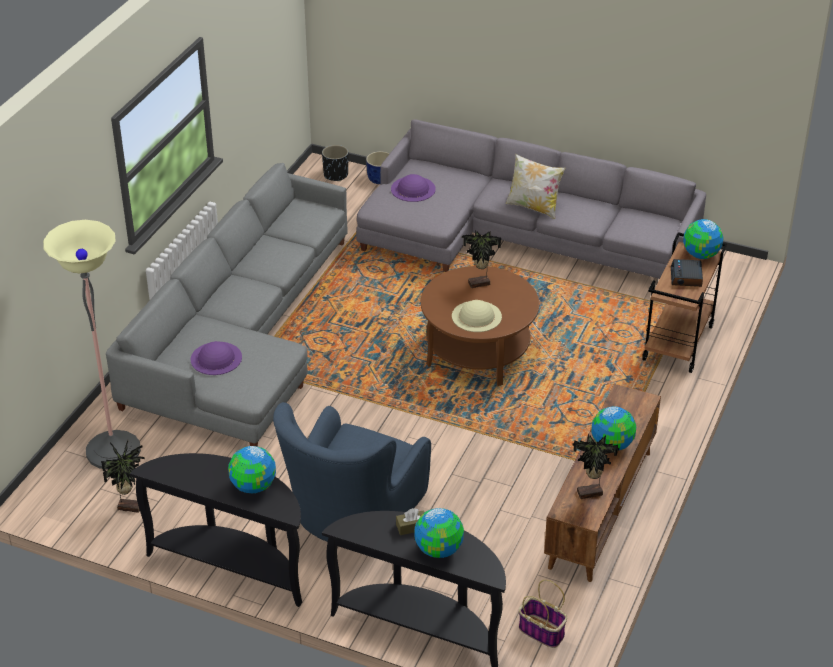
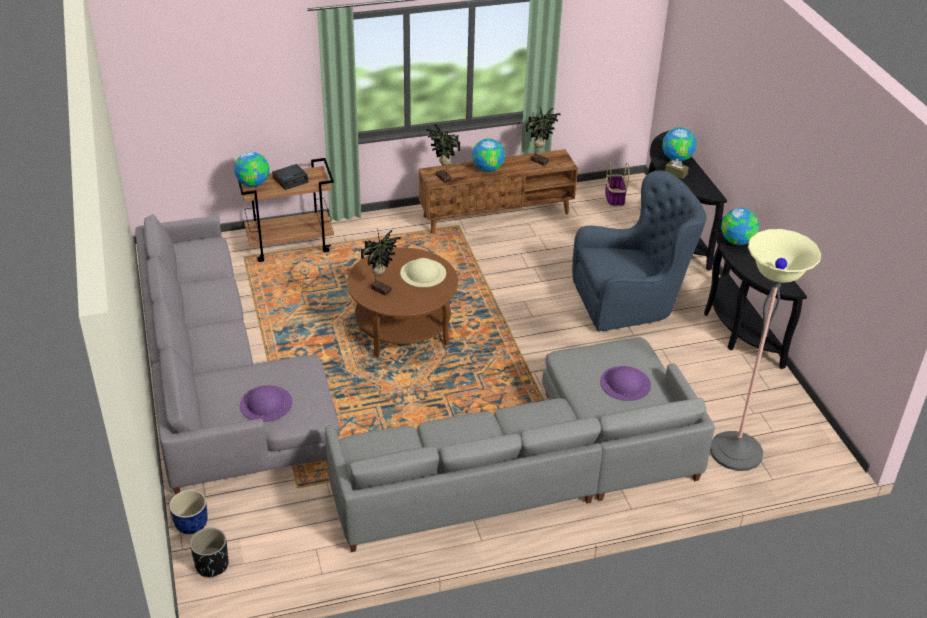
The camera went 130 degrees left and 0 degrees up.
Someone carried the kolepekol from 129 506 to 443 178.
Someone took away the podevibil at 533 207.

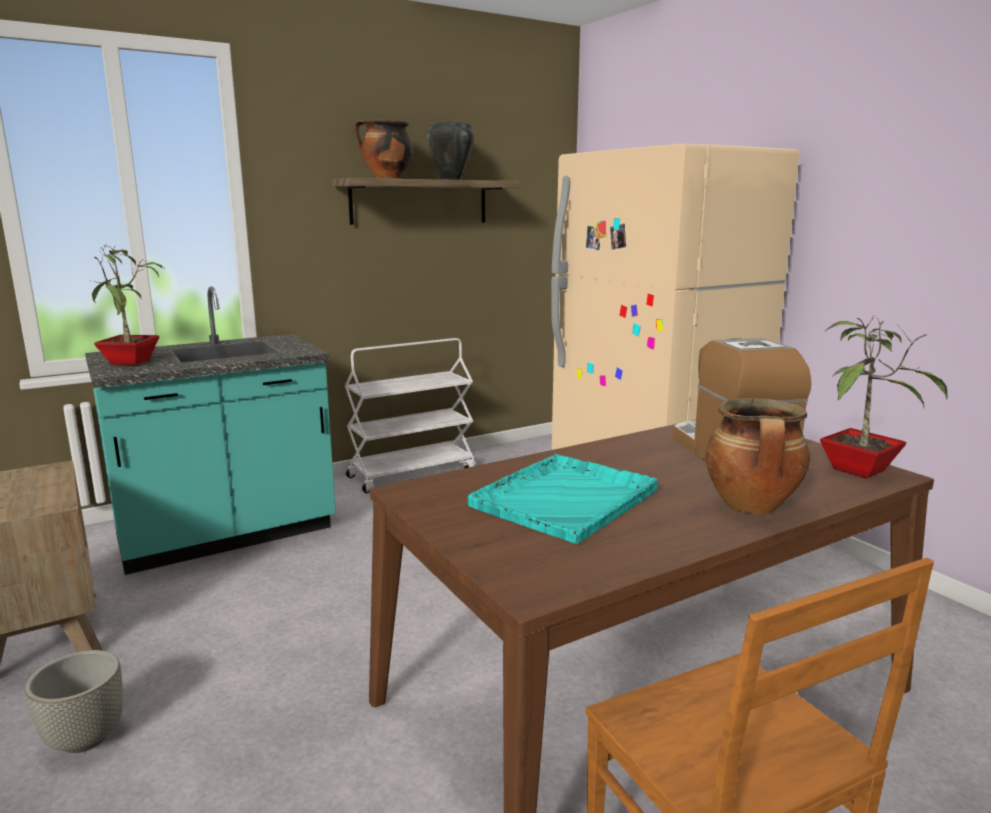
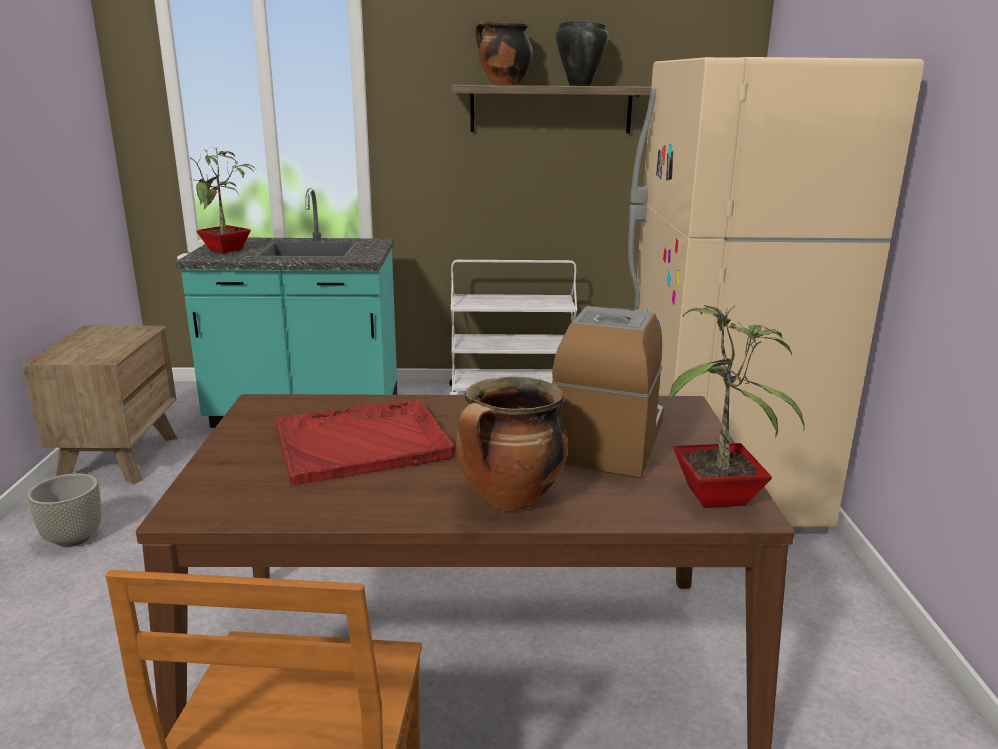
The camera went 30 degrees right and 5 degrees up.
Someone repainted the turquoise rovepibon at 566 498, which became the red rovepibon at 364 443.

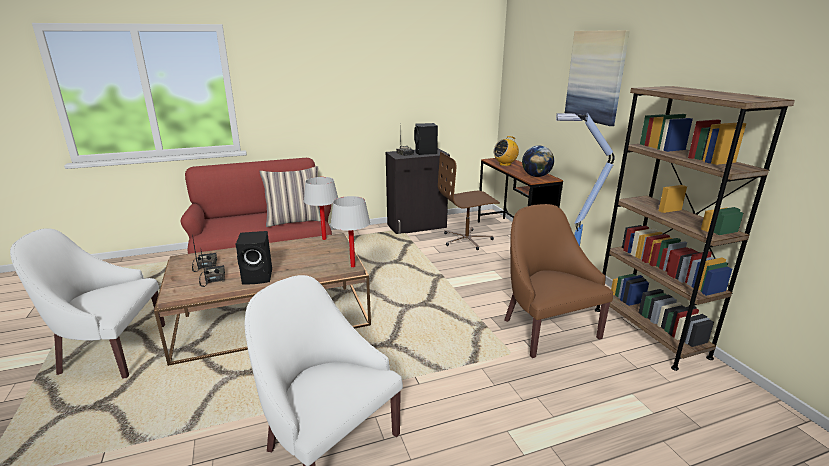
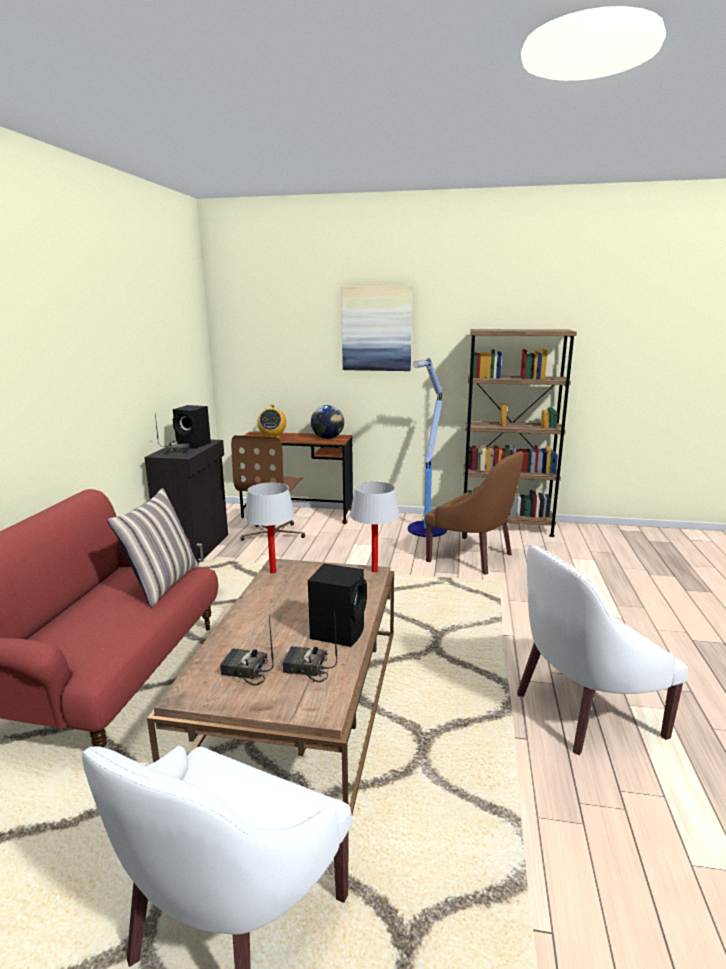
The camera went 60 degrees left and 5 degrees down.
Someone rotated the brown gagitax at 546 329 by 150 degrees counterclockwise.

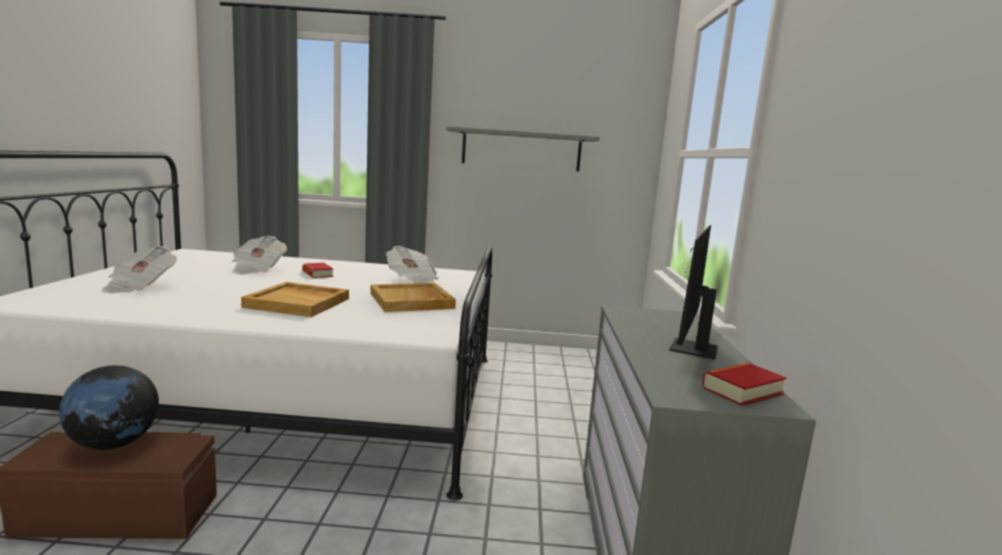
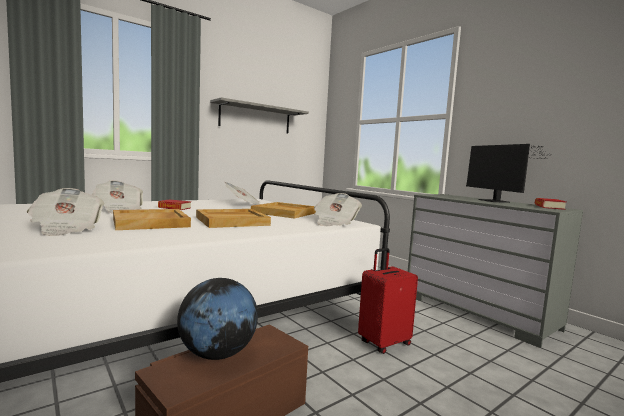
The camera went 40 degrees left and 5 degrees down.
Someone put down the beige rovepibon at 151 222.
Someone put down the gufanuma at 335 223.
Someone put down the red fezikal at 383 343.

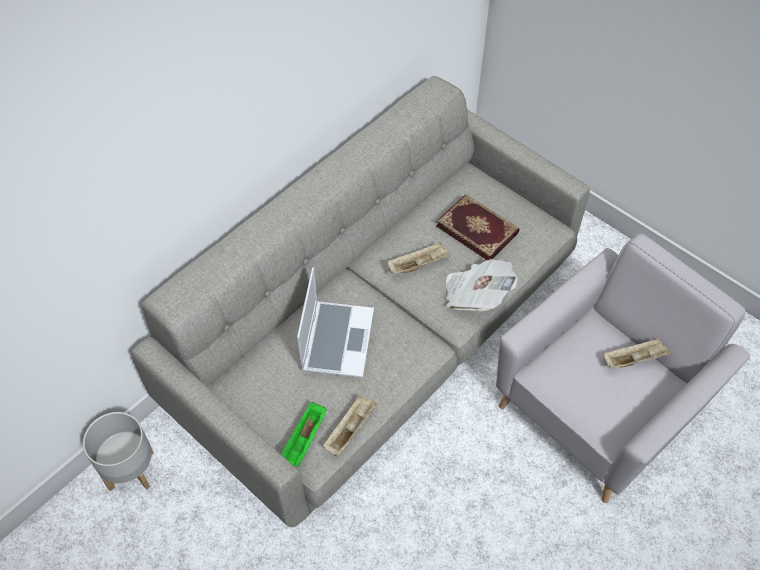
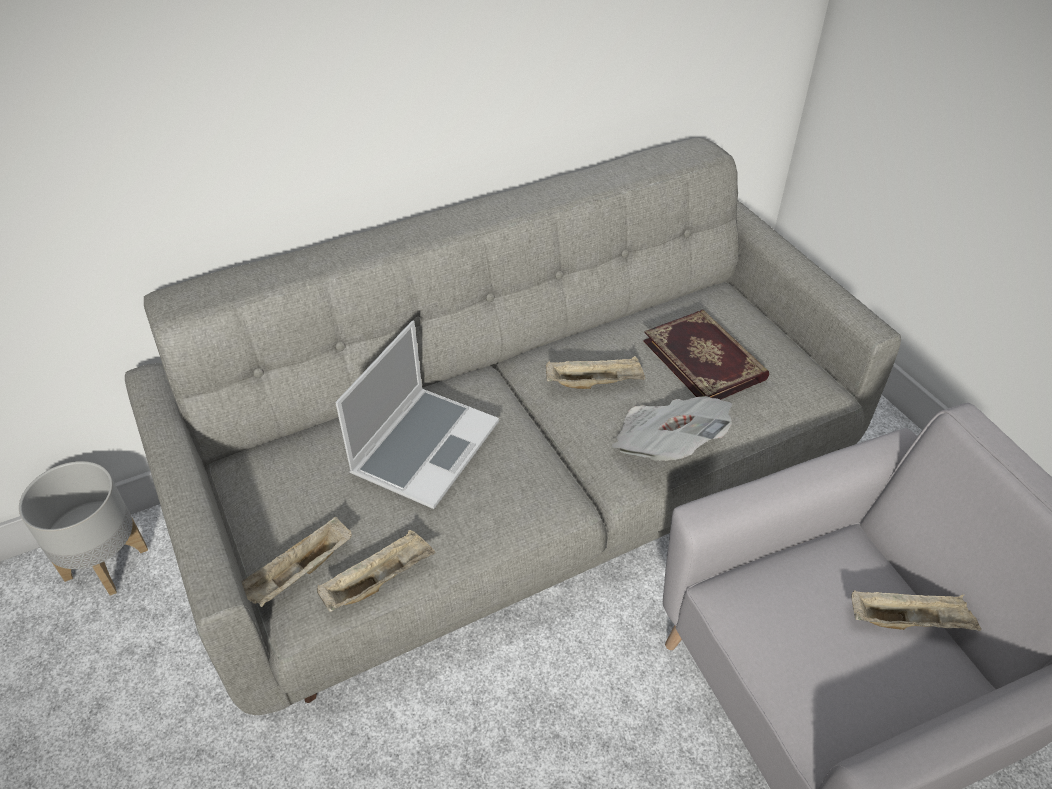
The camera went 20 degrees right and 10 degrees down.
Someone repainted the green rovepibon at 304 441, which became the beige rovepibon at 300 574.

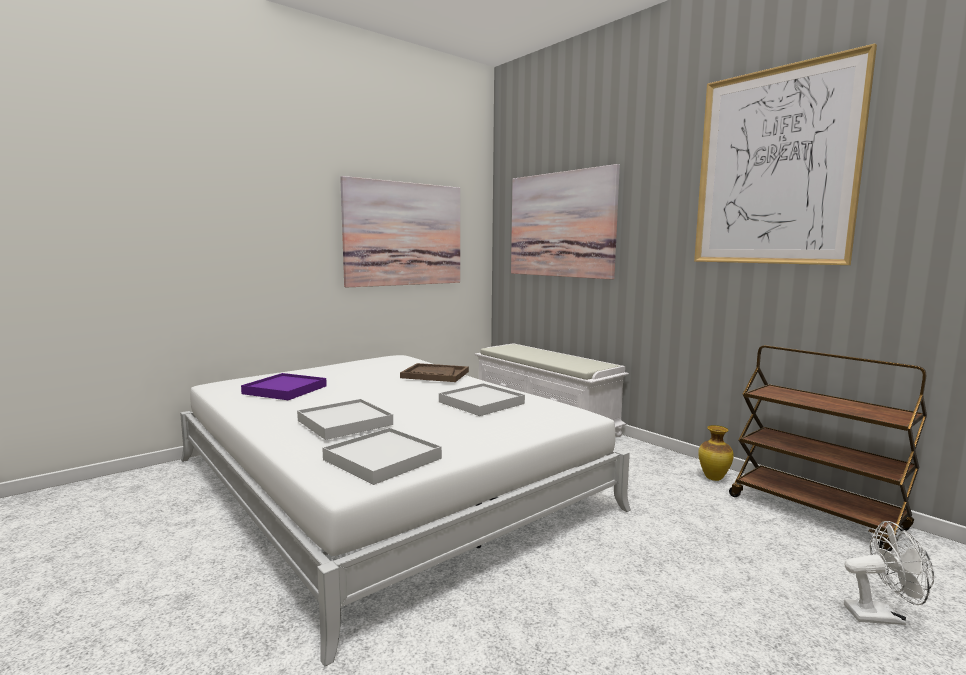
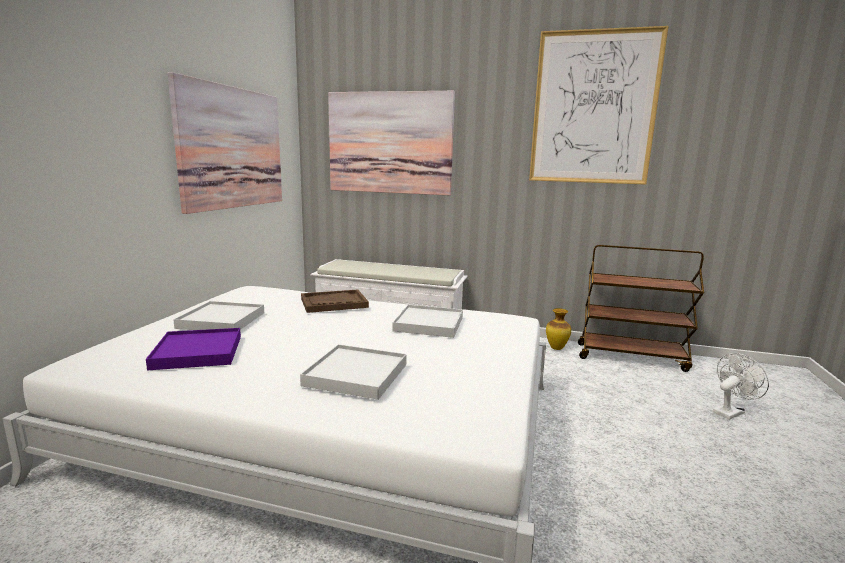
The camera went 35 degrees left and 5 degrees up.
Someone carried the white rovepibon from 382 459 to 221 320.

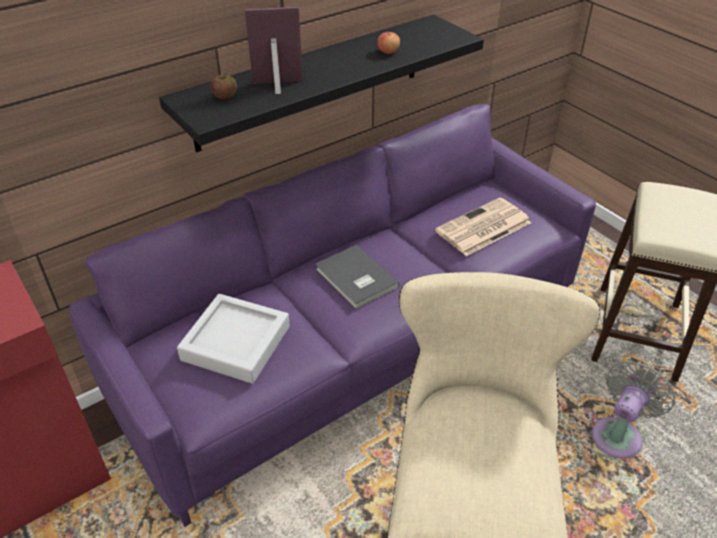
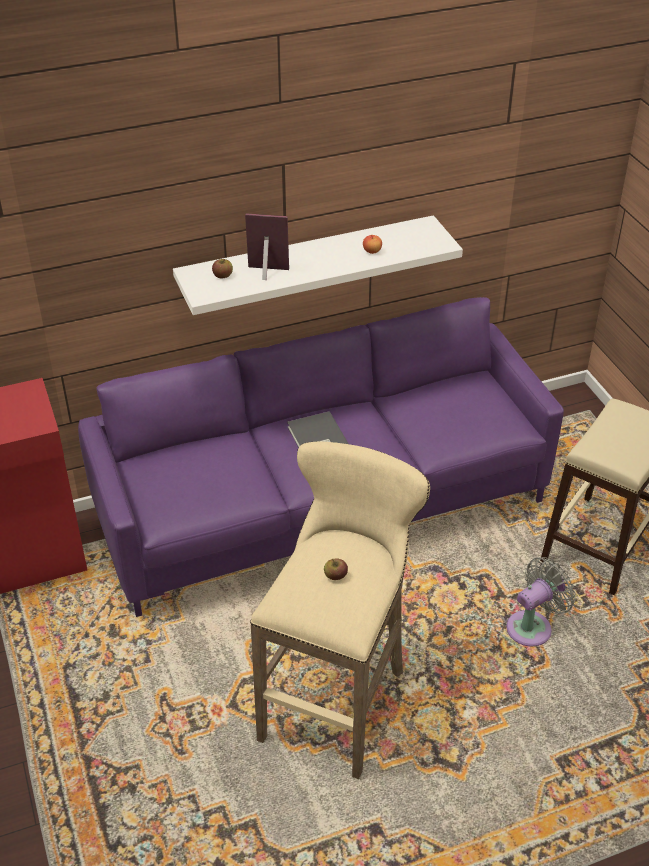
The camera went 15 degrees right and 0 degrees up.
Someone repainted the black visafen at 311 81, which became the white visafen at 307 264.
Someone took away the grey rovepibon at 236 343.
Someone took away the gufanuma at 482 228.
Someone put down the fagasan at 335 576.

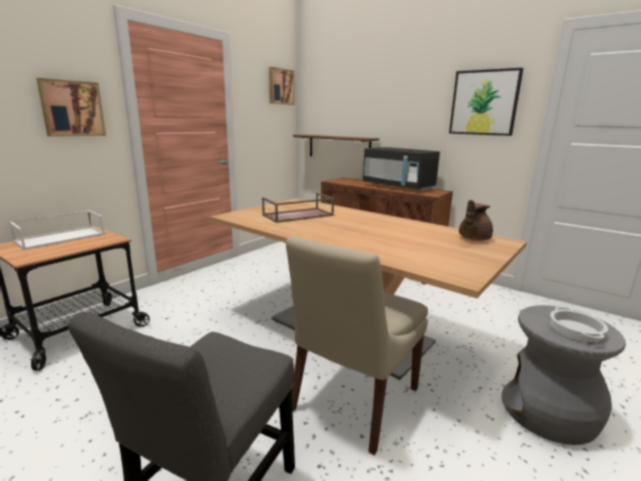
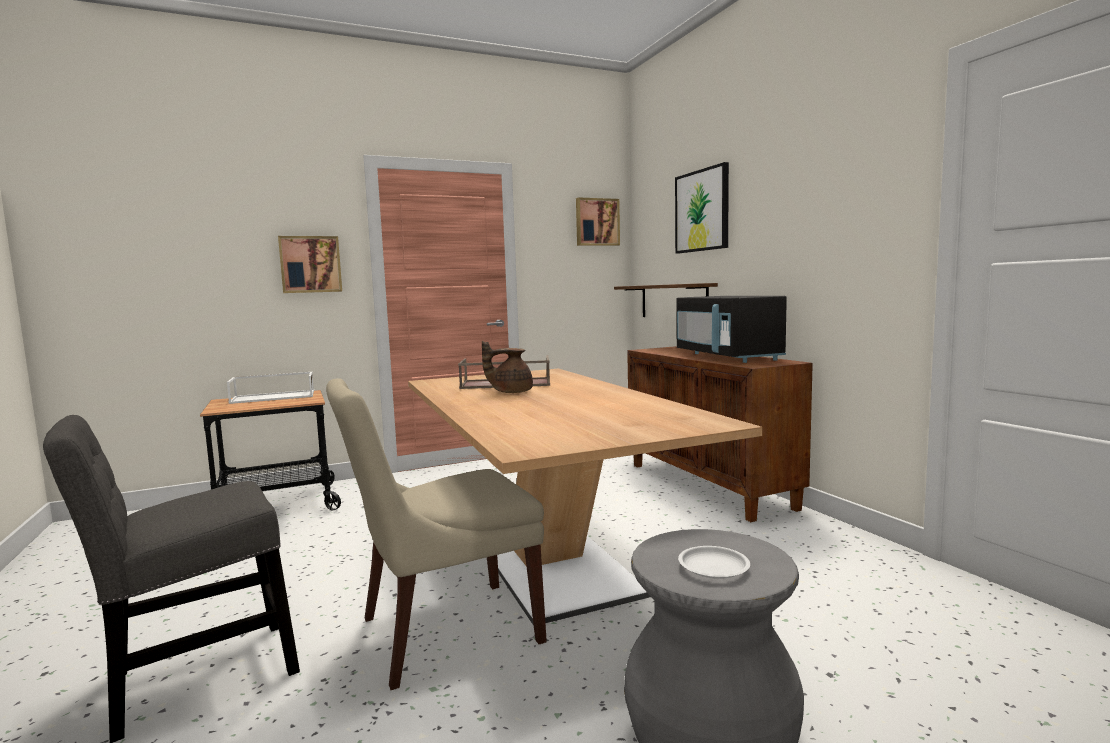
The camera went 30 degrees right and 10 degrees down.
Someone carried the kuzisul from 484 103 to 702 210.
Someone carried the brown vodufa from 473 239 to 510 392.
Someone swapped the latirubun at 576 330 for the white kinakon at 714 567.

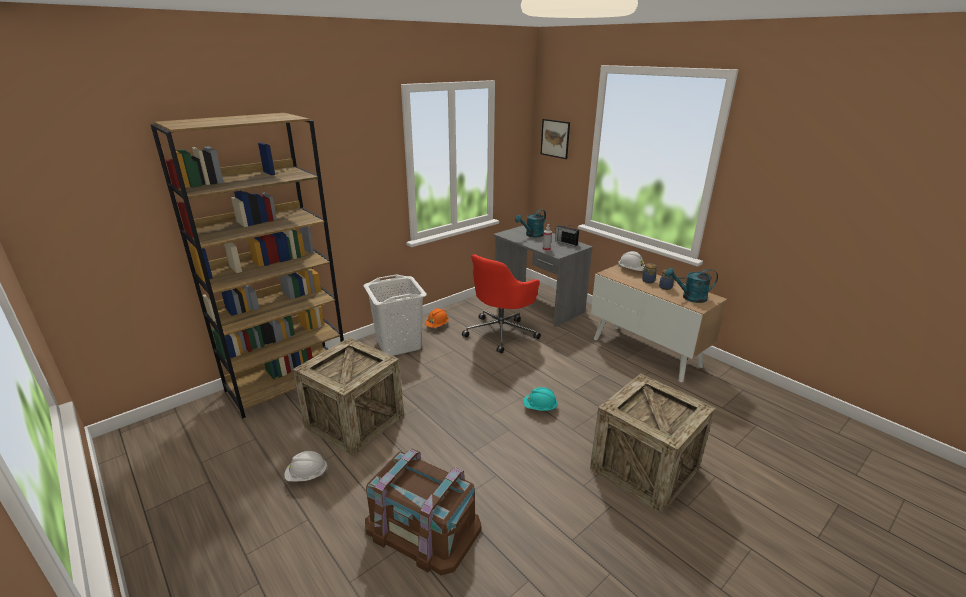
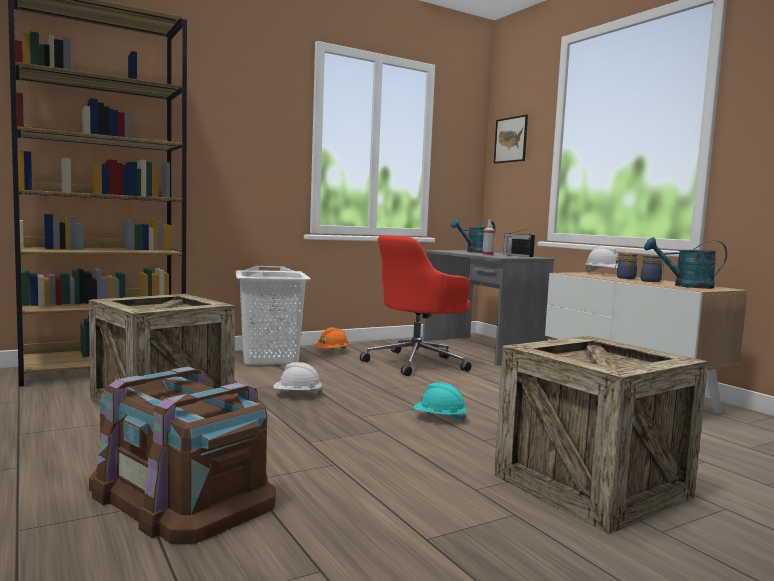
The camera went 10 degrees right and 20 degrees down.
Someone carried the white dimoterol from 307 475 to 297 395.

